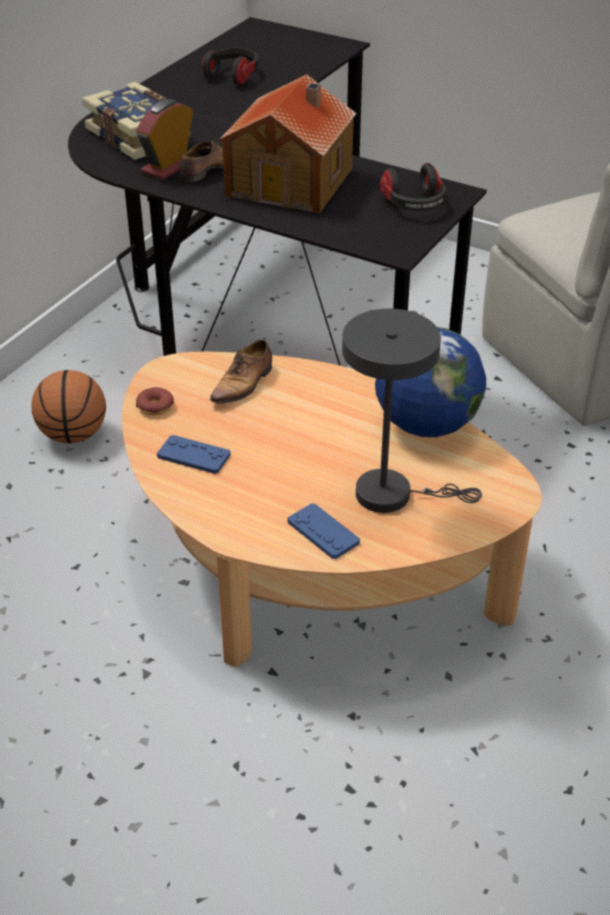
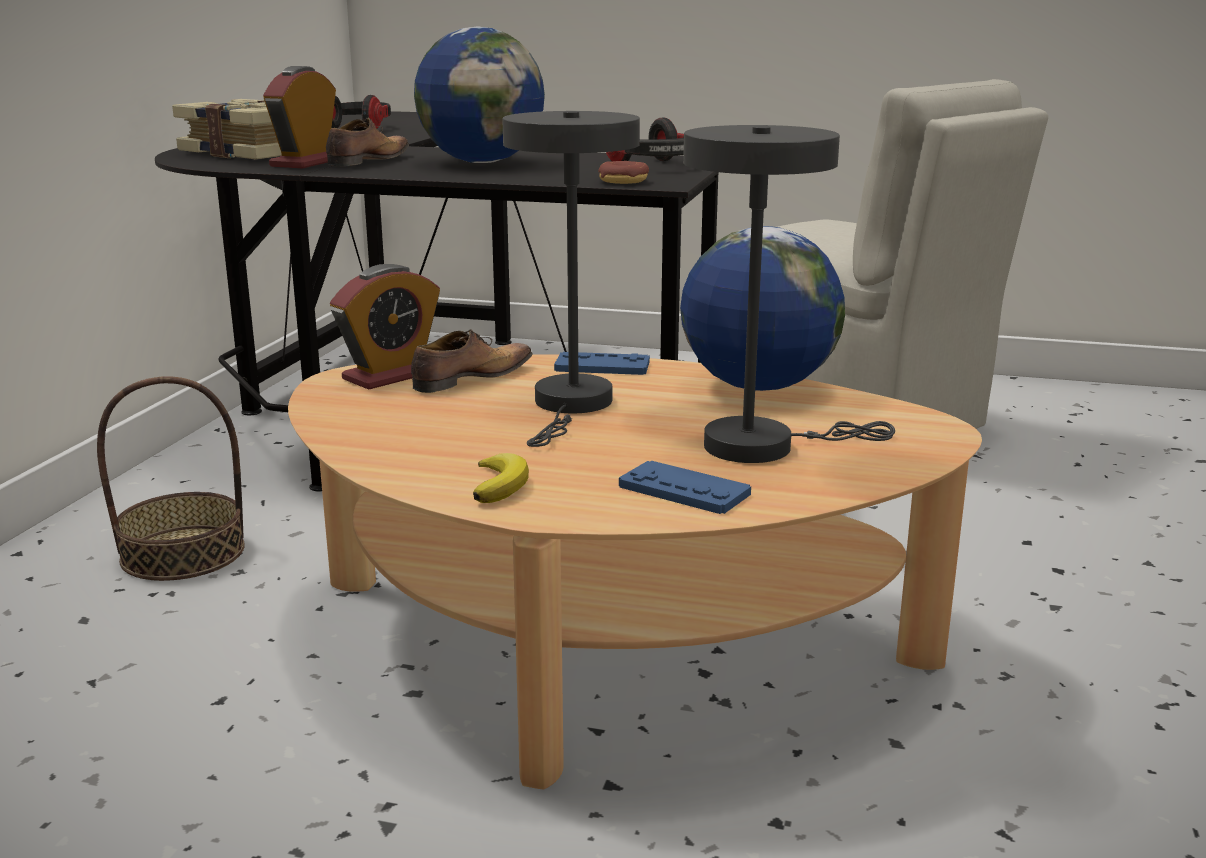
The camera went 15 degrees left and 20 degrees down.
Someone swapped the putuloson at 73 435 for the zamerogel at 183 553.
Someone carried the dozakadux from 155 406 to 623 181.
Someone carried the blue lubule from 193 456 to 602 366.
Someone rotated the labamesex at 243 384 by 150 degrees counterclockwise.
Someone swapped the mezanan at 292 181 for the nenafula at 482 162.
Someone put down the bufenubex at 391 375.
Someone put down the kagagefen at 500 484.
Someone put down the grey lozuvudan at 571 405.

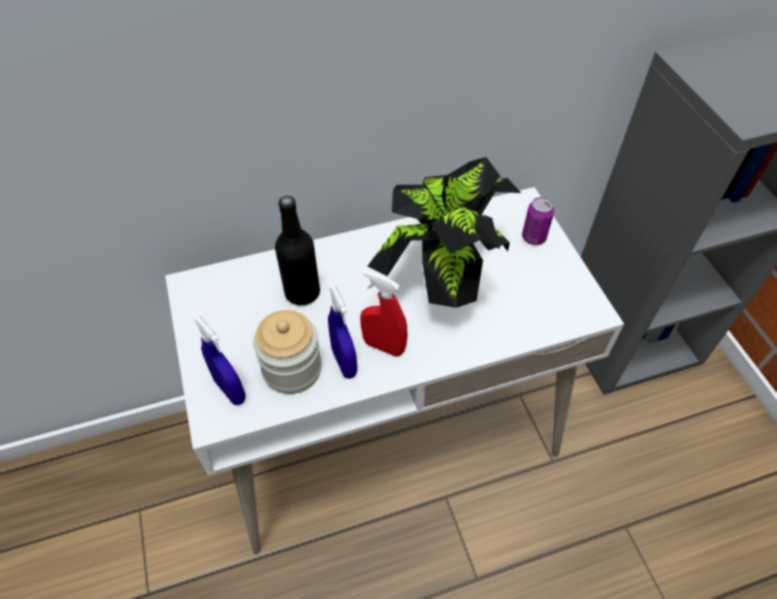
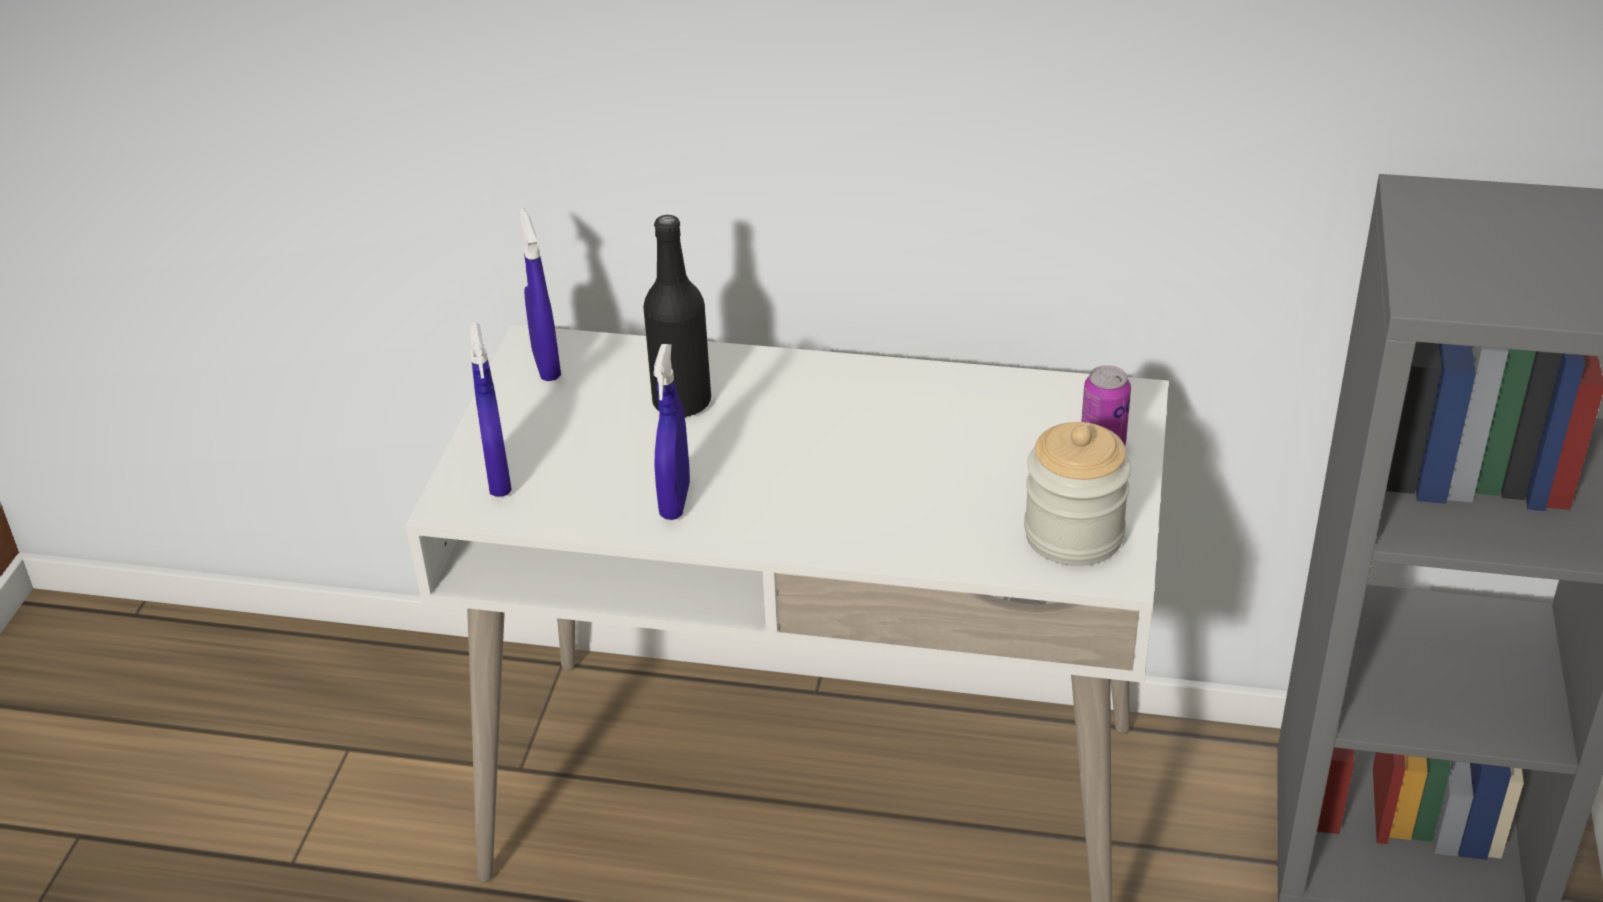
The camera went 30 degrees right and 15 degrees down.
Someone carried the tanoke from 292 369 to 1073 535.
Someone took away the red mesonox at 383 346.
Someone took away the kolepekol at 442 276.
Someone put down the blue mesonox at 546 365.

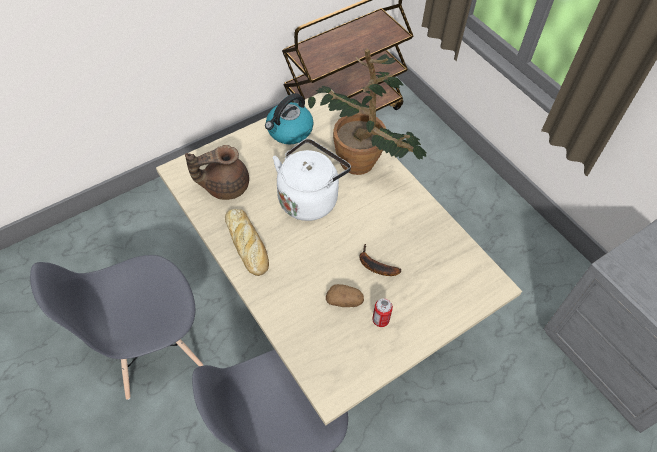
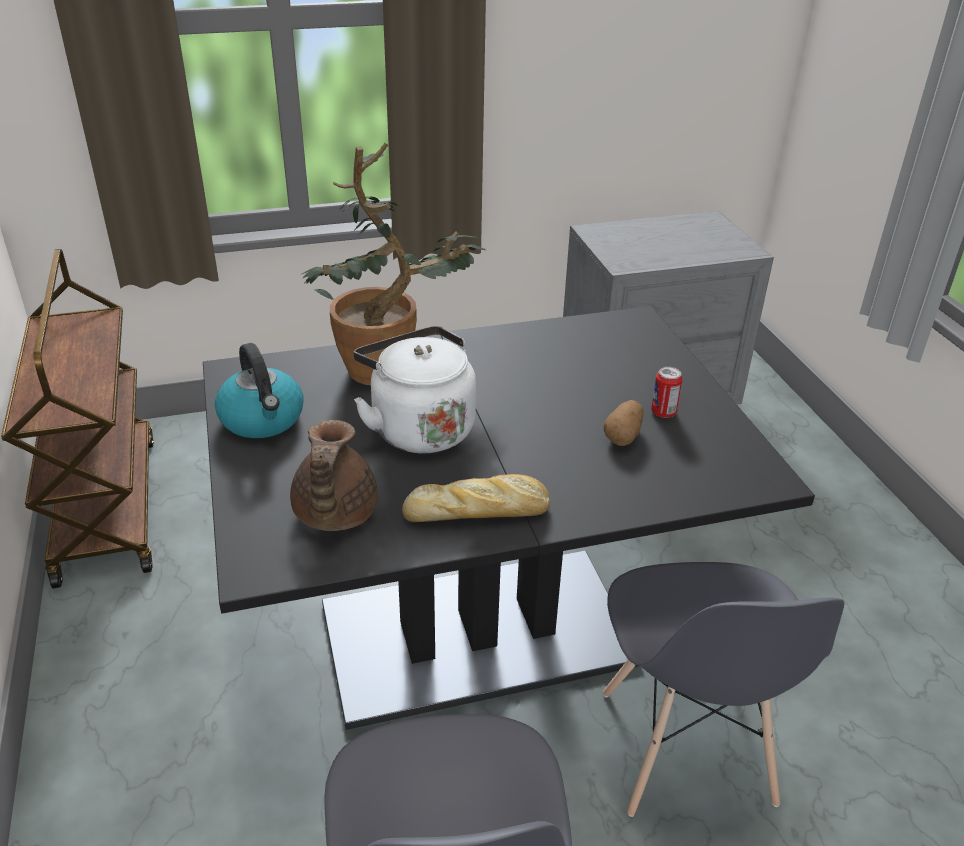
The camera went 70 degrees left and 20 degrees down.
Someone repainted the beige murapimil at 324 311, which became the black murapimil at 477 635.
Someone took away the kagagefen at 374 265.

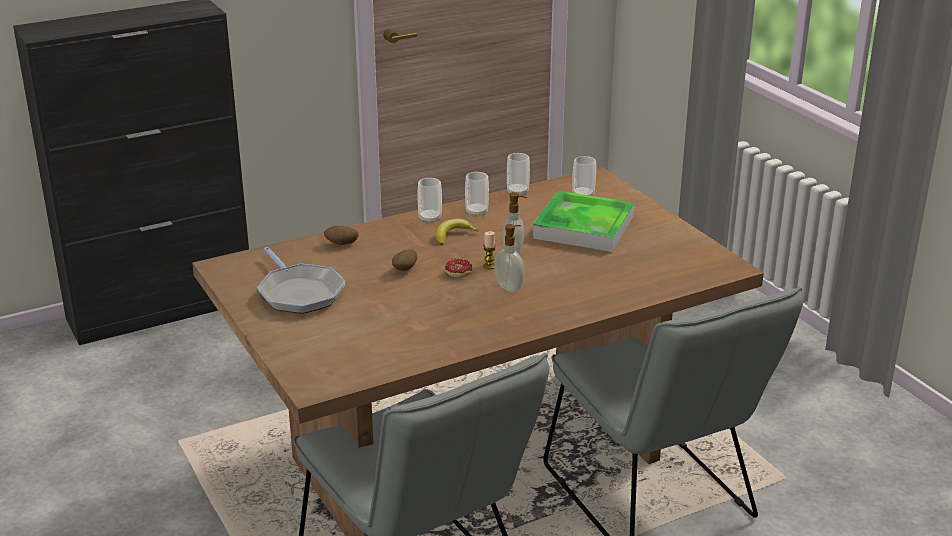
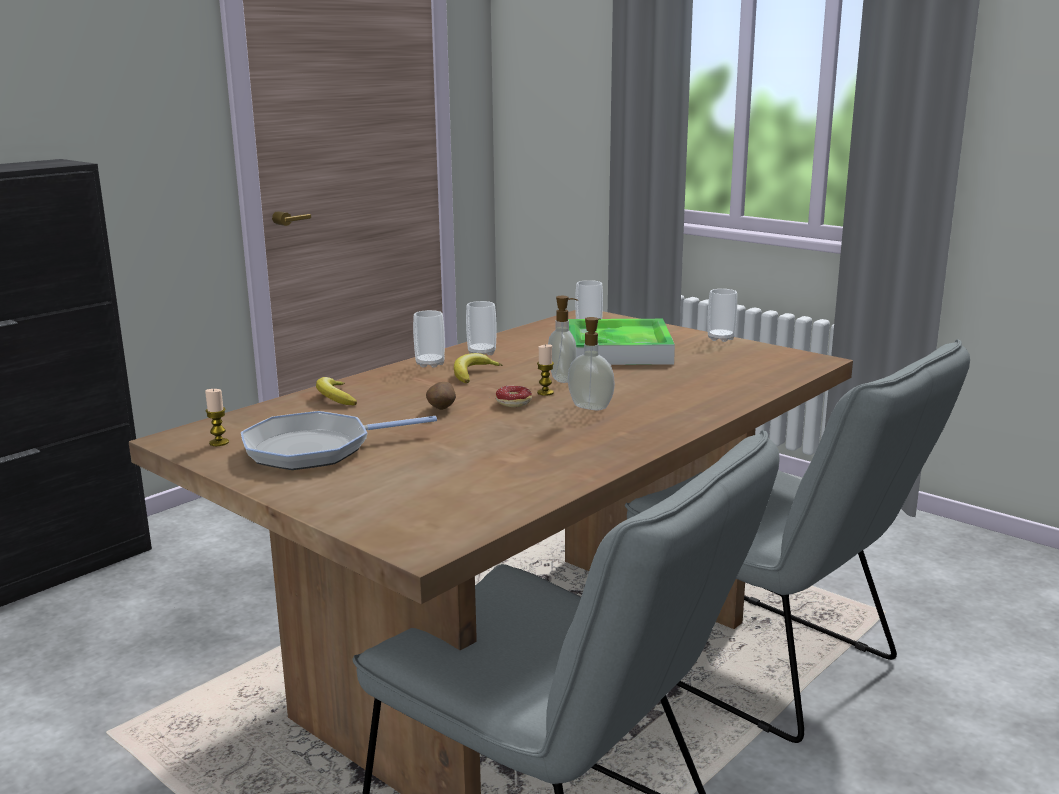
The camera went 20 degrees left and 10 degrees down.
Someone rotated the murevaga at 299 293 by 120 degrees clockwise.
Someone swapped the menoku at 341 244 for the kagagefen at 335 398.
Someone carried the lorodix from 517 192 to 720 338.
Someone put down the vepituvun at 219 442.

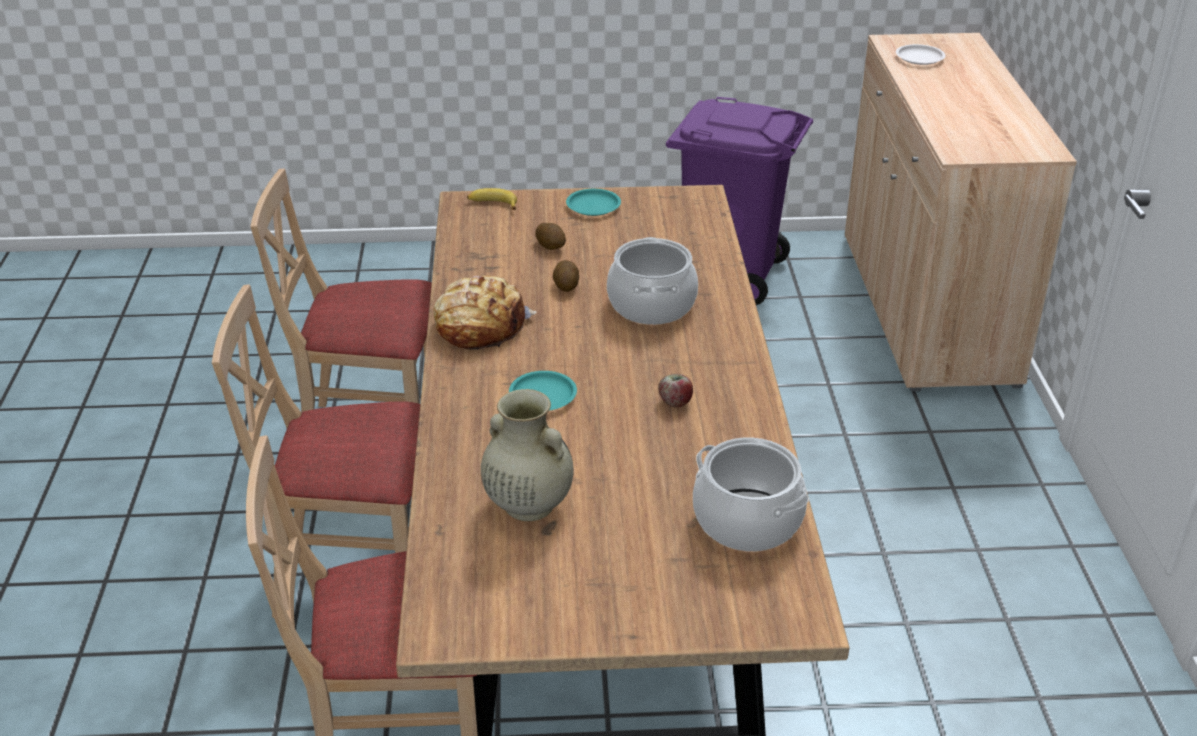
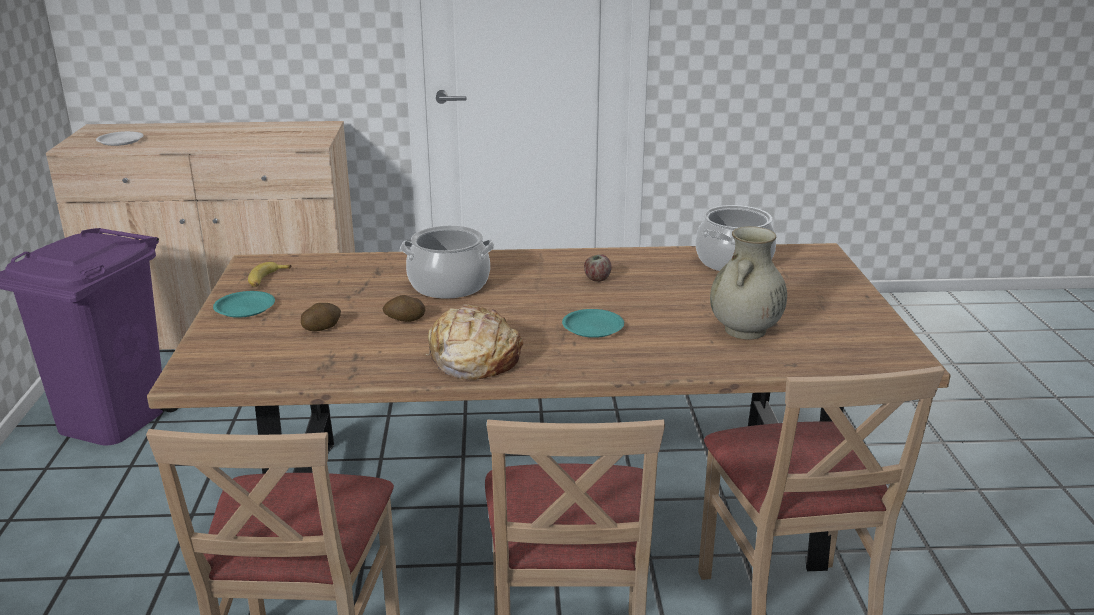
The camera went 90 degrees left and 10 degrees down.
Someone carried the kagagefen from 493 204 to 267 280.

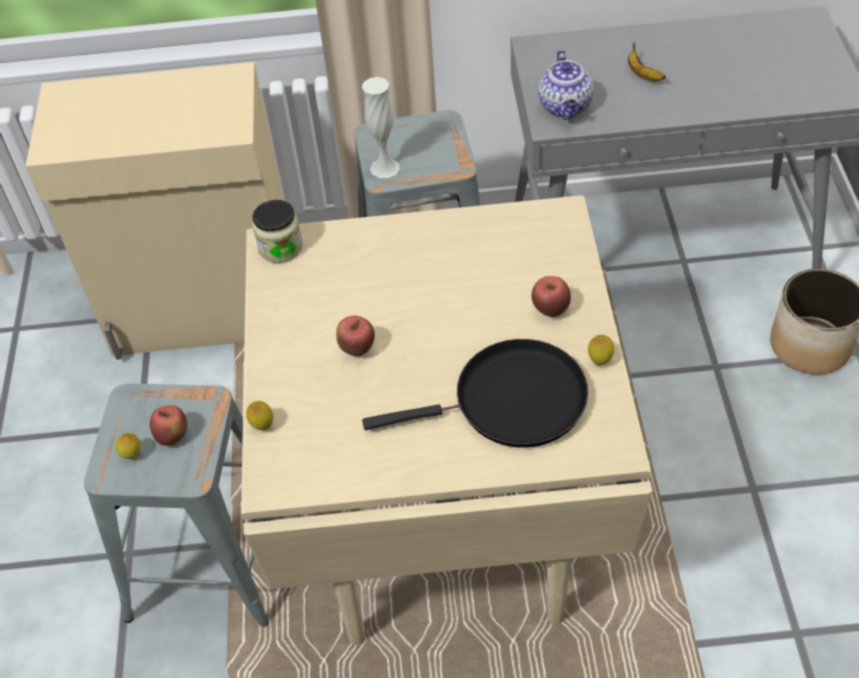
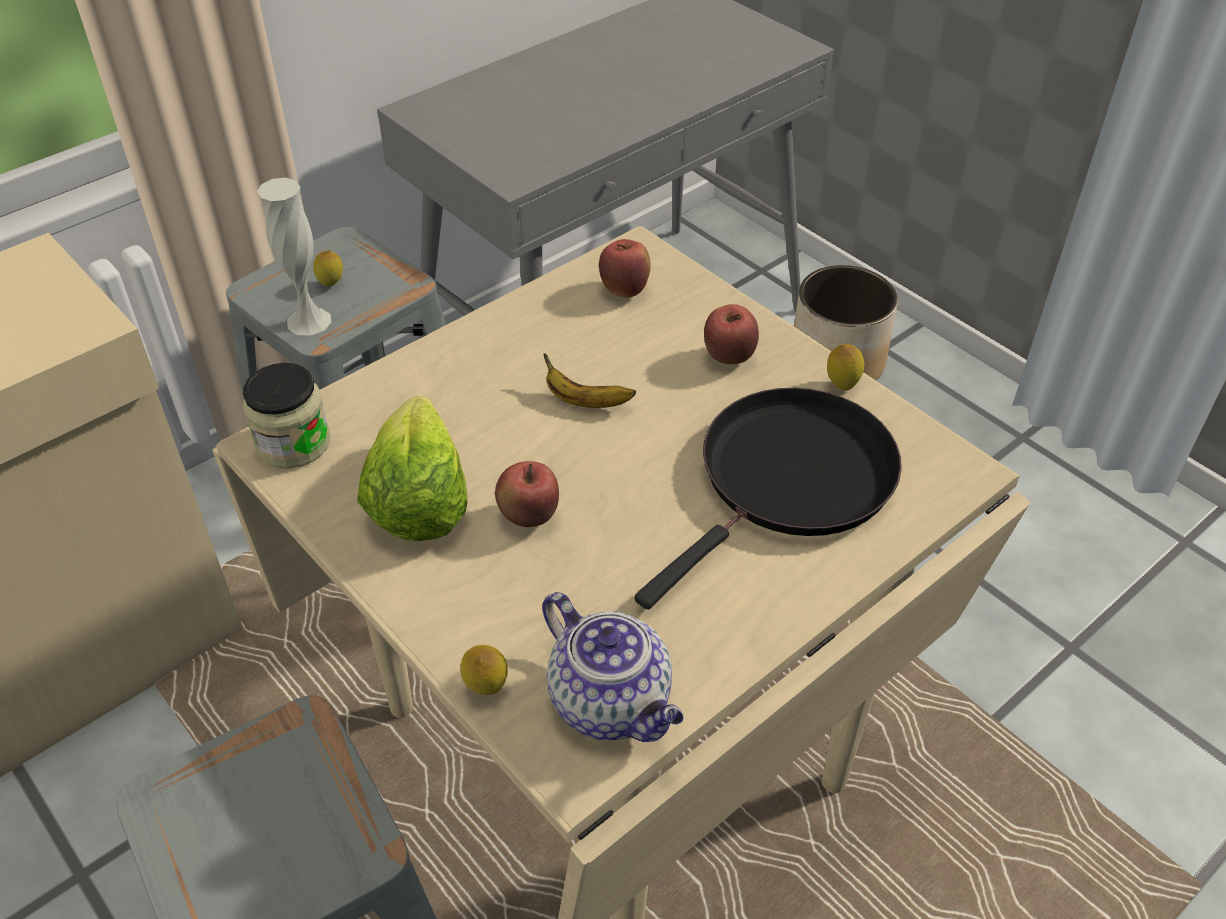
The camera went 40 degrees left and 5 degrees down.
Someone carried the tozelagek from 132 455 to 331 284.
Someone carried the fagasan from 173 436 to 625 290.
Someone carried the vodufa from 566 107 to 613 703.
Someone carried the kagagefen from 642 74 to 585 401.
Someone put down the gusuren at 417 499.

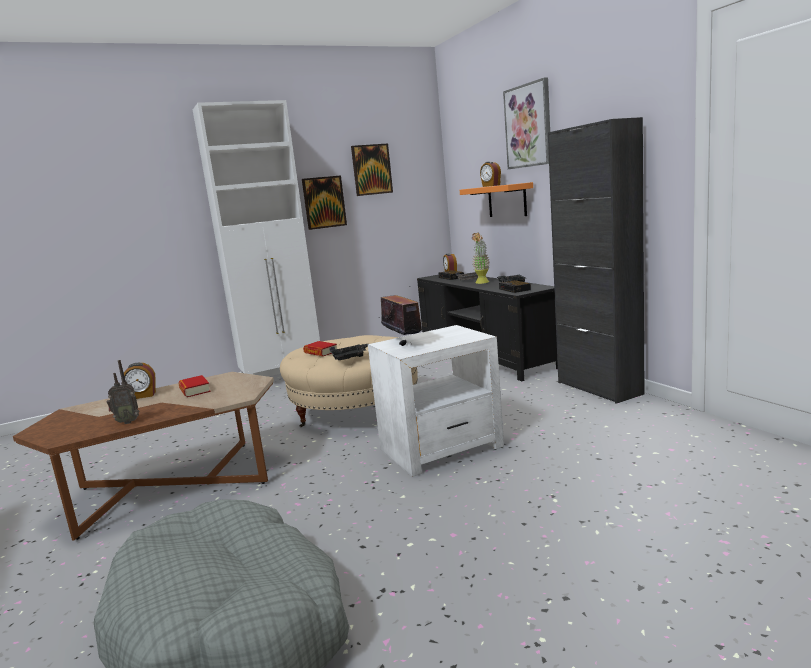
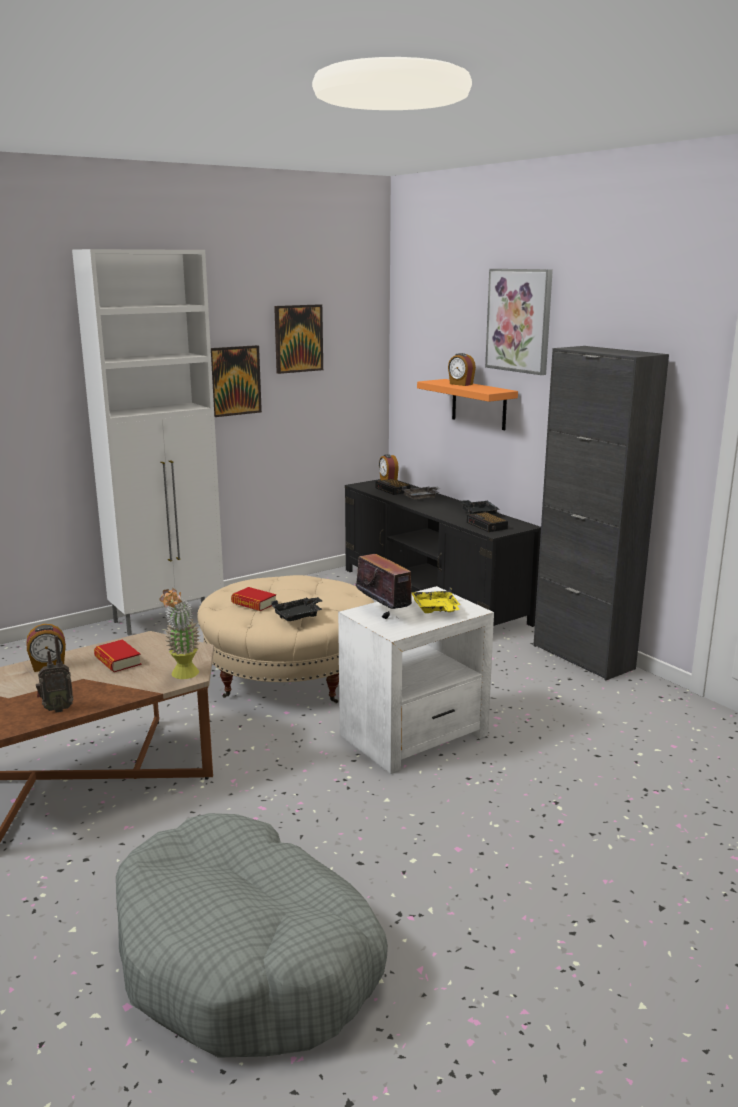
The camera went 10 degrees left and 5 degrees up.
Someone carried the kolepekol from 482 283 to 183 676.
Someone put down the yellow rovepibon at 436 609.

